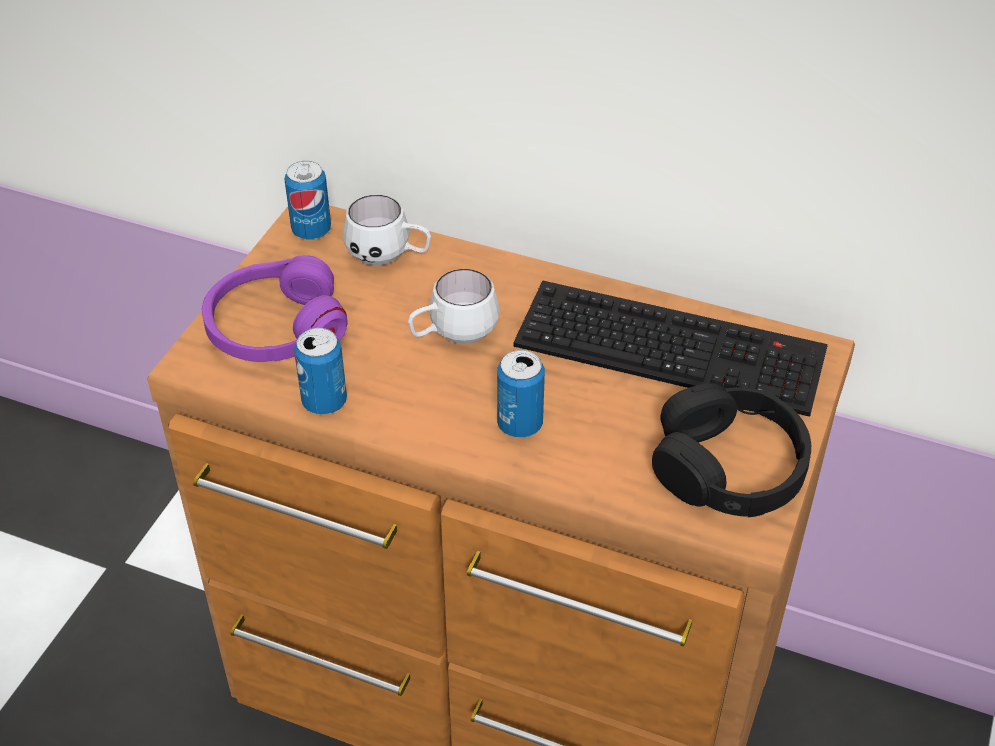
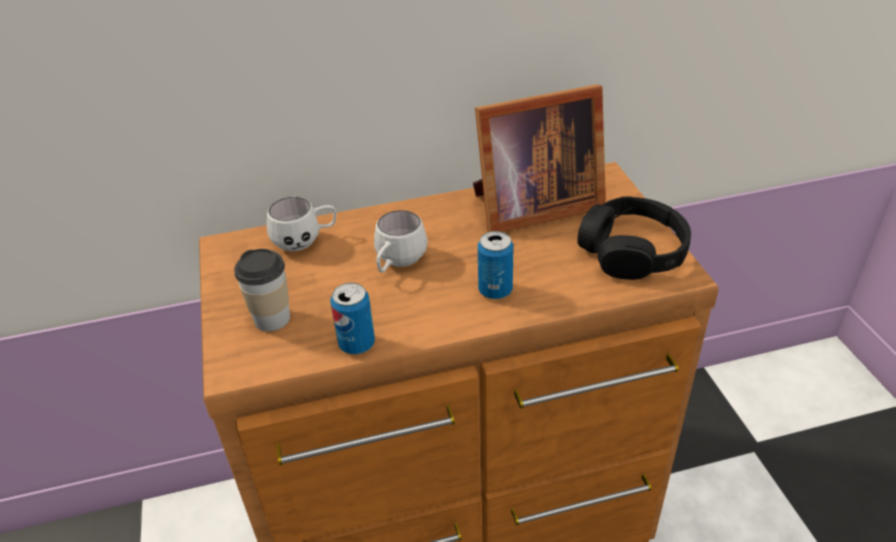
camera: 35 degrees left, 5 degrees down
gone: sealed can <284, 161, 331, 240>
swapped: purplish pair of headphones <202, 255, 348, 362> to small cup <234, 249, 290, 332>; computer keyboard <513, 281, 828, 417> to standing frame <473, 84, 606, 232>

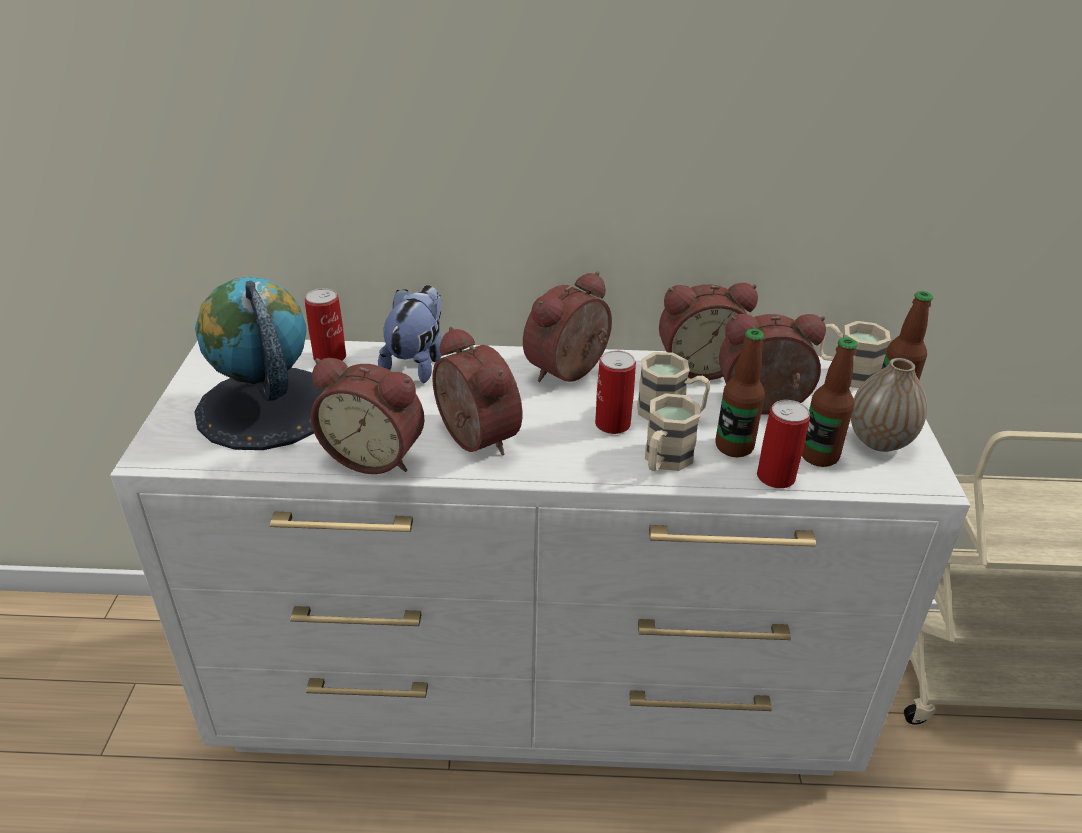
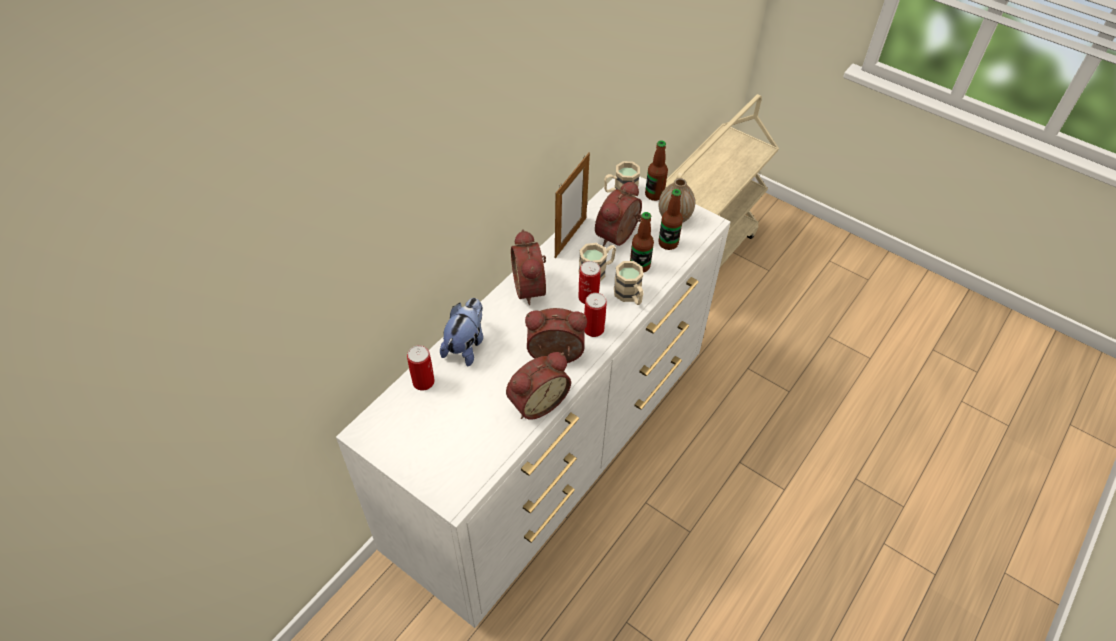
camera: 55 degrees left, 15 degrees up
gone: desk globe <194, 277, 328, 450>
shifted: sealed can <757, 400, 810, 488> to <584, 293, 607, 337>
swapped: alarm clock <659, 283, 758, 380> to standing frame <555, 153, 590, 258>
rotated: plush toy <378, 285, 442, 383> = <440, 298, 483, 366> 60 degrees clockwise

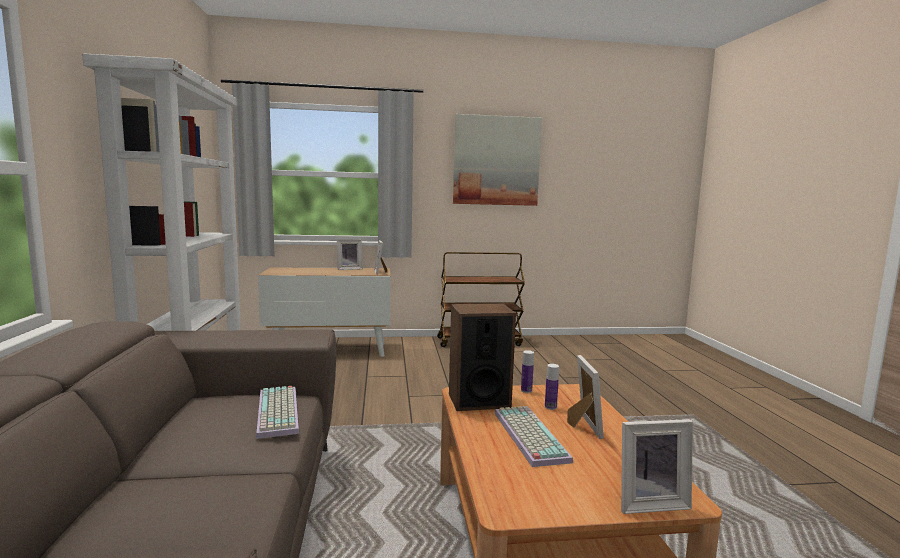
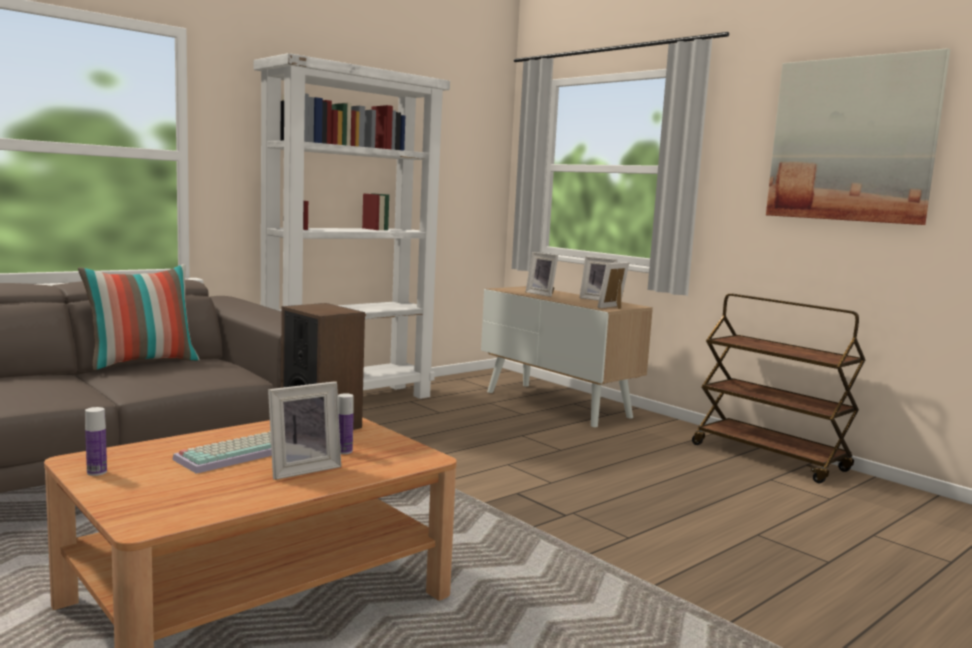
camera: 55 degrees right, 0 degrees up
gone: computer keyboard <256, 386, 299, 439>
new: cushion <78, 264, 200, 370>
shifted: drink bottle <521, 350, 534, 393> to <85, 407, 107, 476>; standing frame <621, 419, 693, 514> to <526, 252, 558, 297>

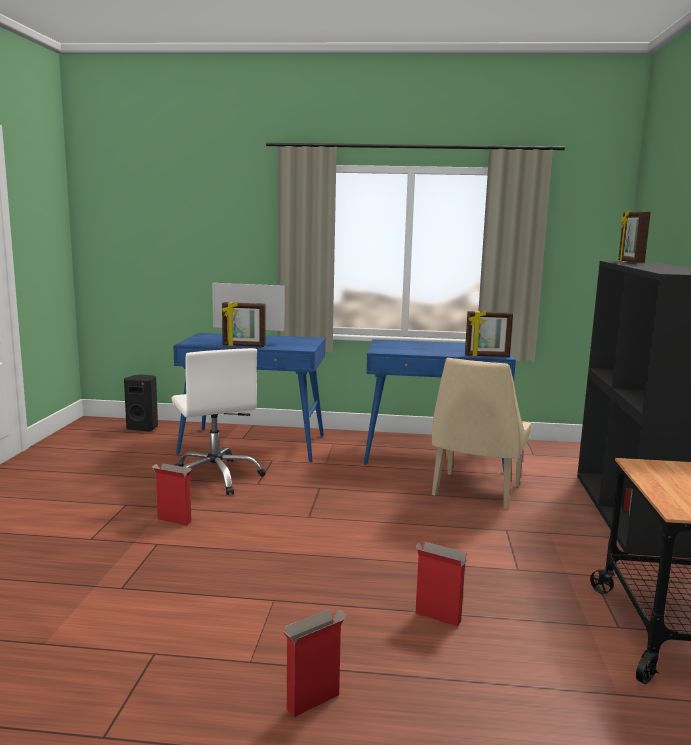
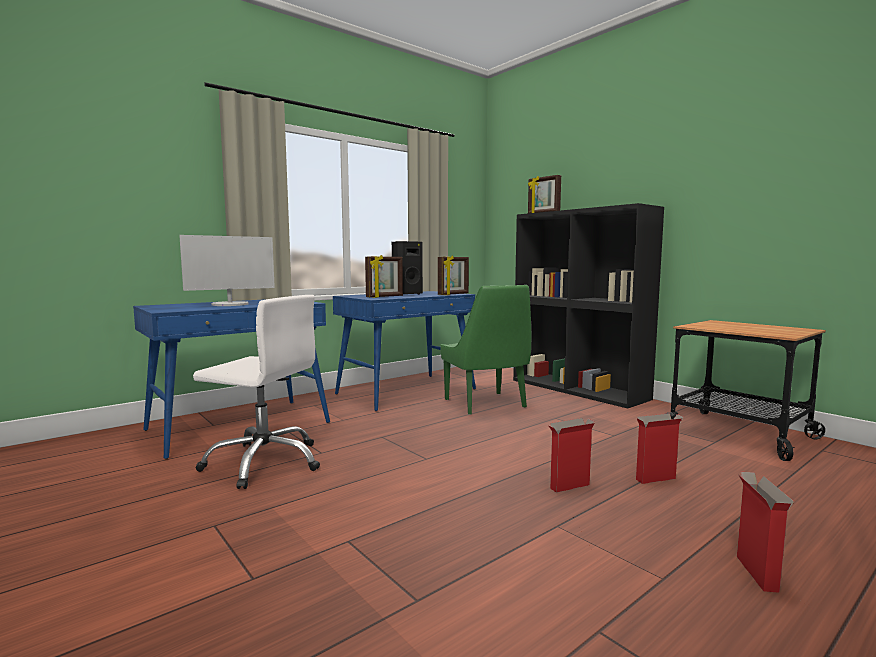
camera: 45 degrees left, 5 degrees down
shifted: standing frame <222, 302, 266, 347> to <365, 255, 403, 298>; blackish loudspeaker <124, 375, 158, 431> to <392, 241, 423, 295>; cardboard box <152, 463, 192, 526> to <548, 418, 595, 493>
repainted: beige upright chair <432, 358, 531, 509> to greenish upright chair <440, 285, 531, 415>

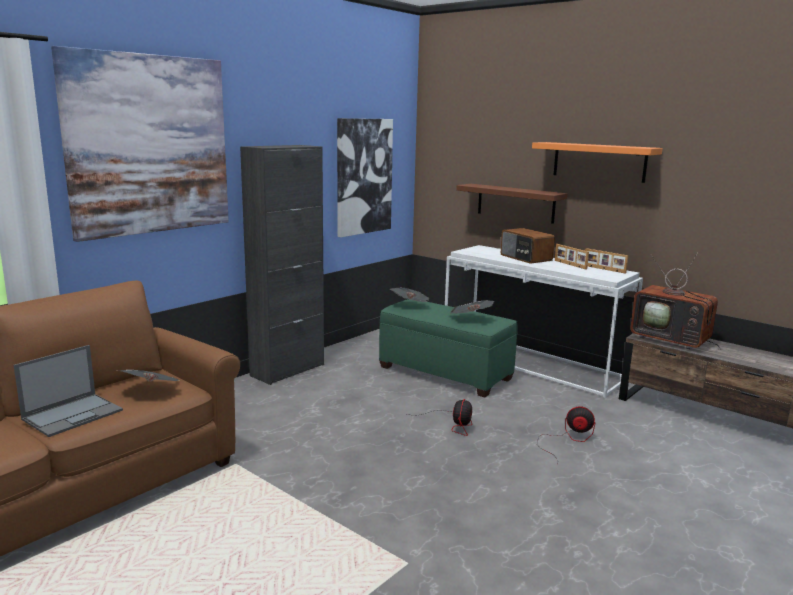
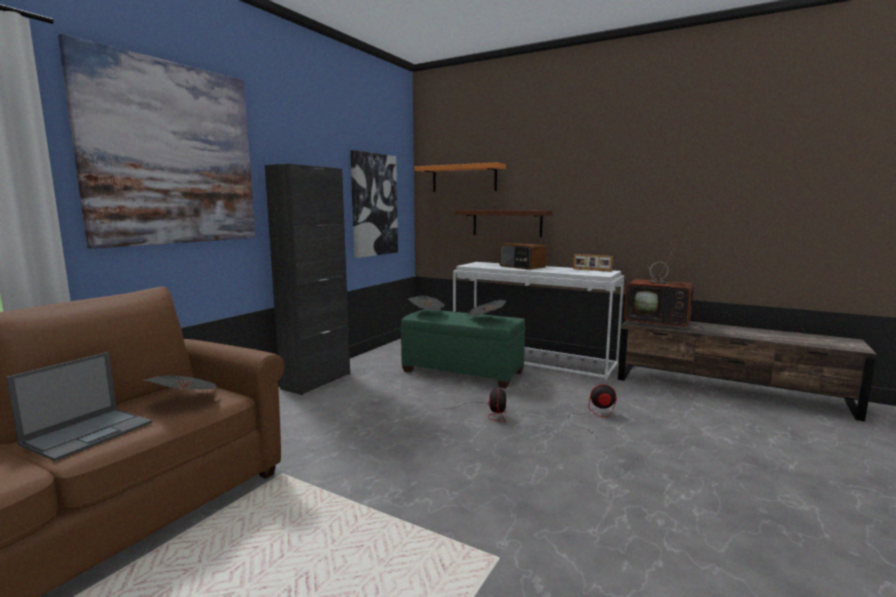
camera: 10 degrees left, 5 degrees down
gone: standing frame <555, 244, 589, 270>
shifted: orange bracket shelf <532, 142, 663, 183> to <415, 162, 506, 192>

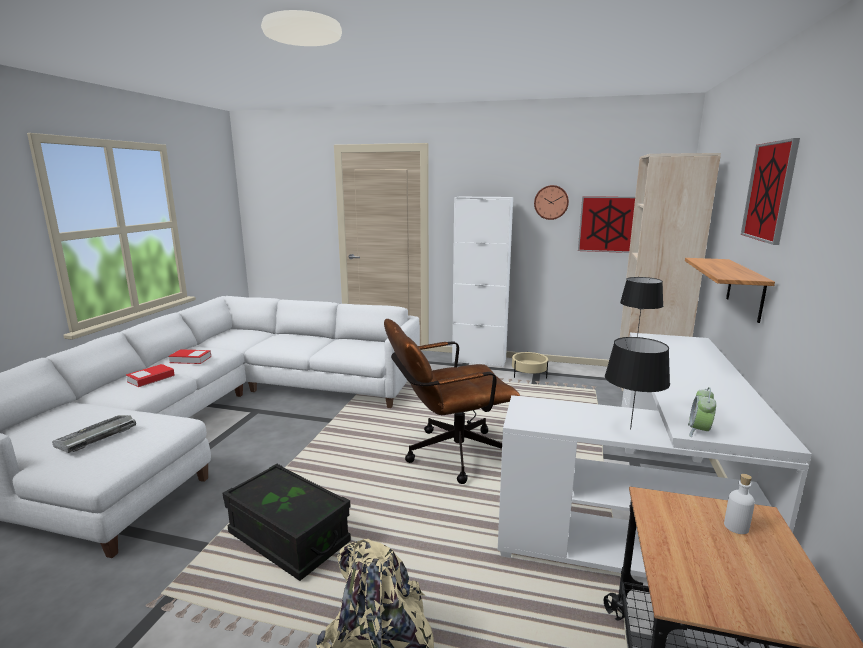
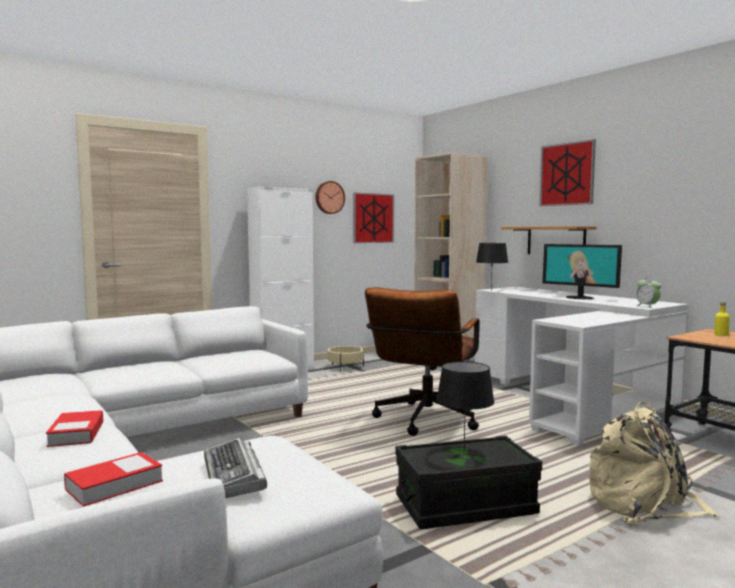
camera: 50 degrees left, 10 degrees down
new: monitor <542, 244, 622, 299>
shifted: book <168, 349, 211, 364> to <64, 452, 163, 507>; blackish lamp for a table <605, 337, 670, 430> to <436, 361, 494, 451>
repainted: whitish drink bottle <724, 474, 755, 534> to yellowish drink bottle <714, 302, 730, 336>

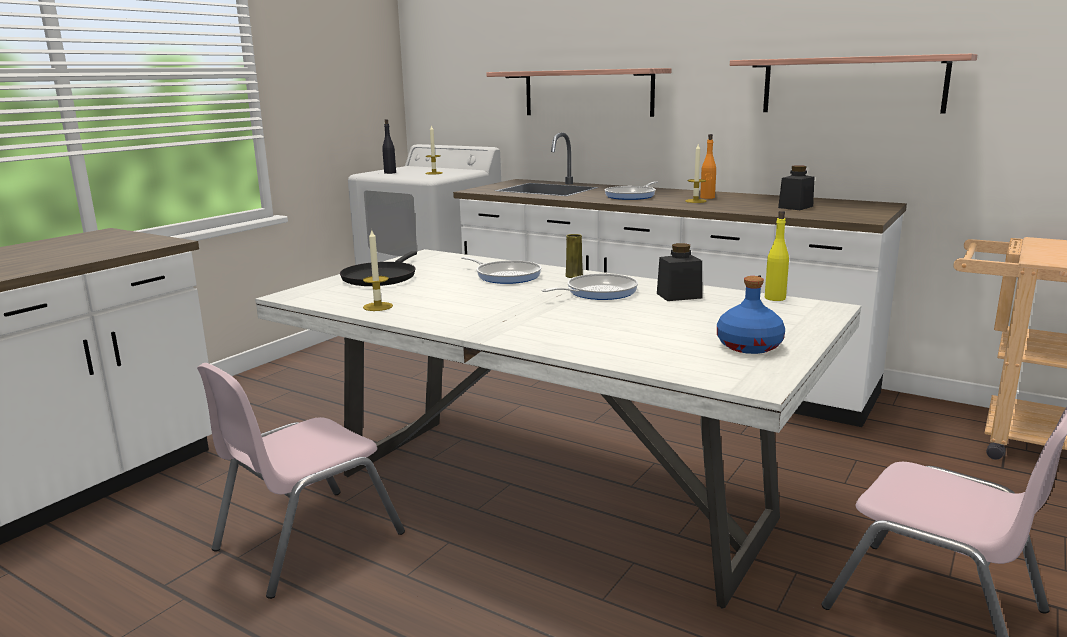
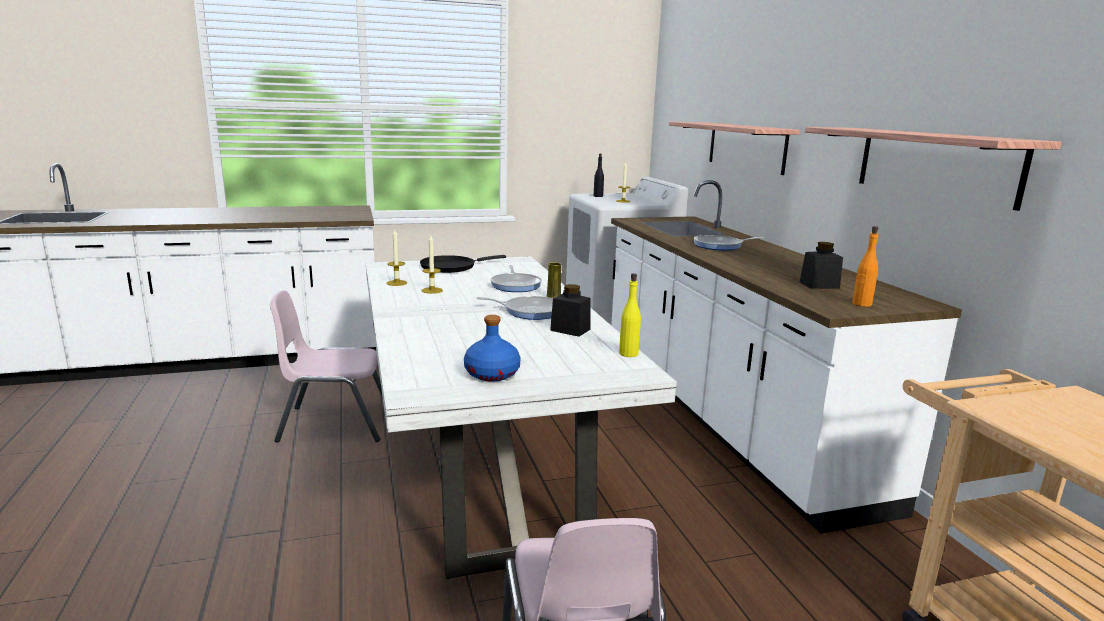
camera: 40 degrees right, 0 degrees up
shifted: wax candle <685, 144, 707, 203> to <422, 235, 443, 294>; orange drink bottle <700, 134, 716, 199> to <852, 226, 878, 307>

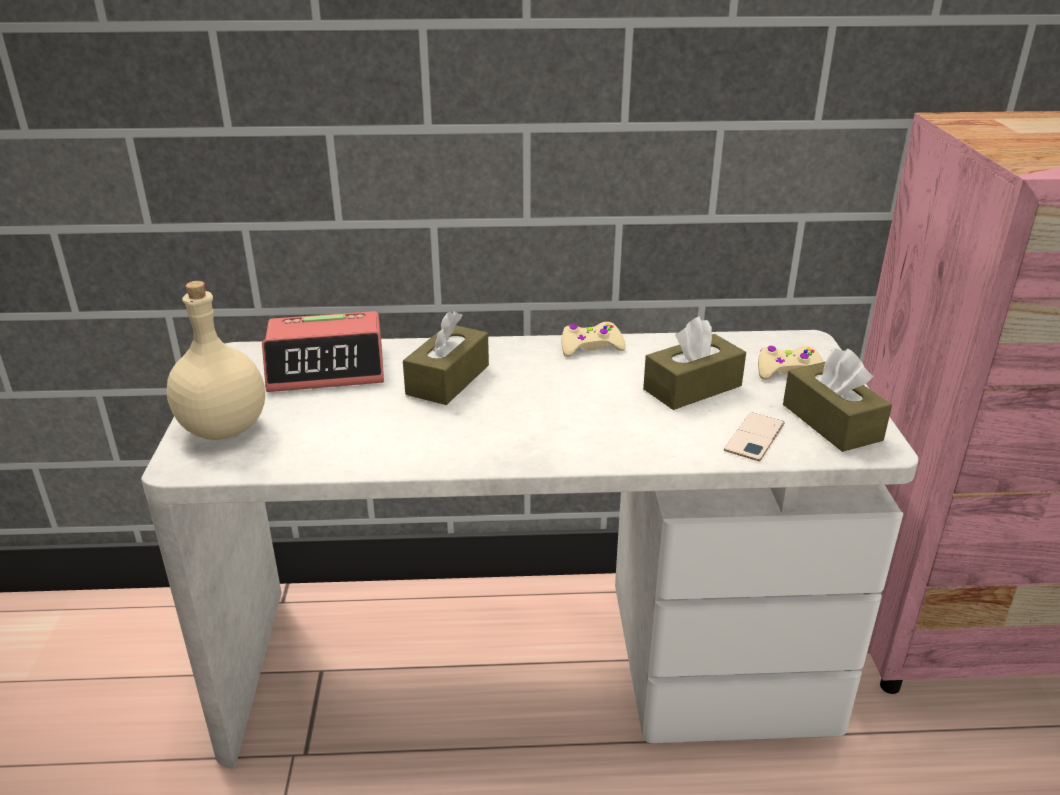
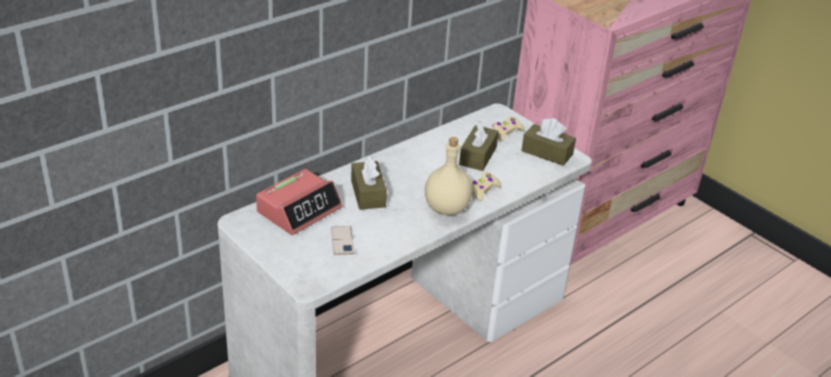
camera: 40 degrees left, 5 degrees up
shifted: telephone <724, 412, 785, 461> to <331, 226, 354, 255>; beige drink bottle <167, 281, 265, 440> to <425, 137, 472, 215>; beige joypad <561, 322, 626, 357> to <471, 172, 502, 201>

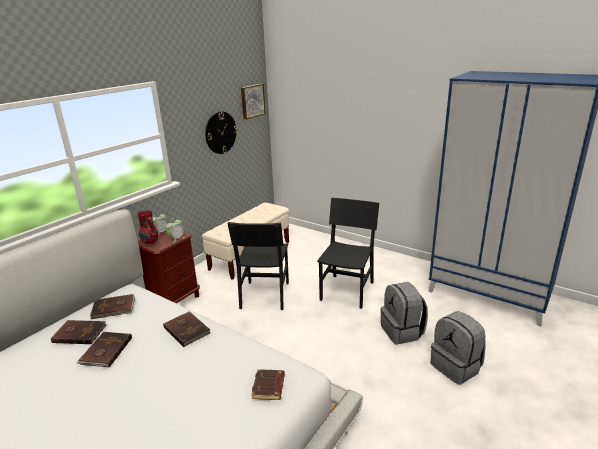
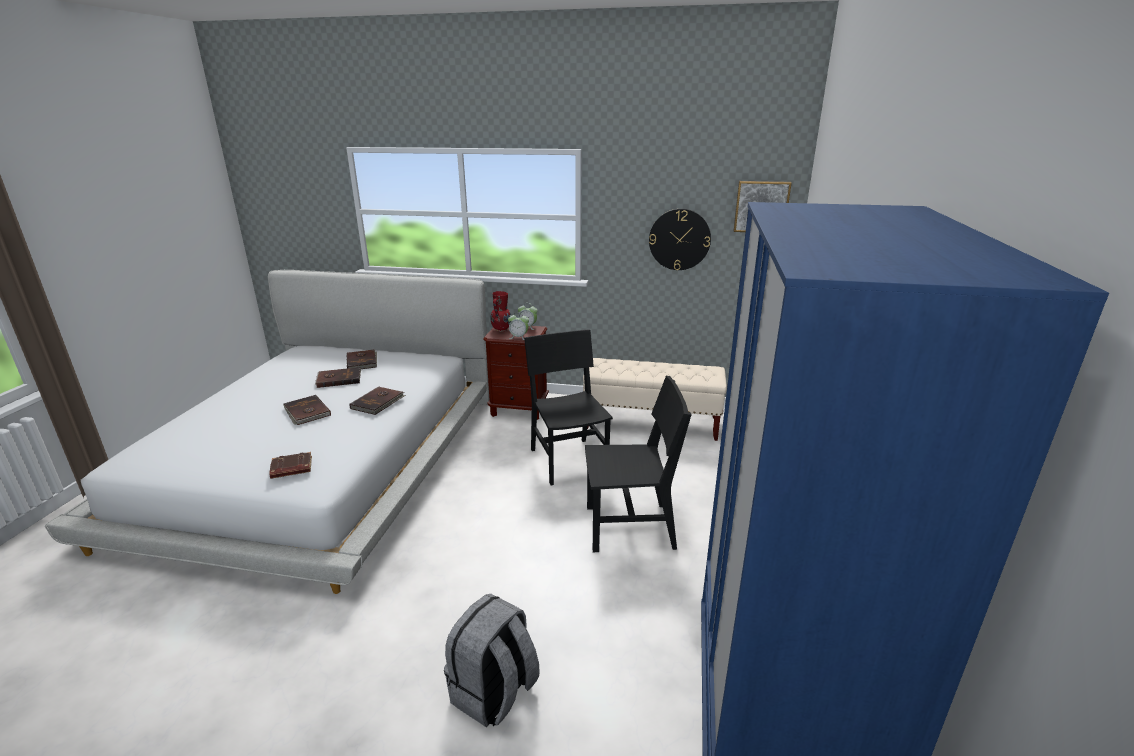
camera: 65 degrees right, 0 degrees up
gone: gray rucksack <380, 282, 428, 345>
shifted: brown book <90, 294, 135, 319> to <283, 395, 331, 425>
rotated: blackish upright chair <227, 222, 289, 310> = <524, 329, 613, 485> 90 degrees clockwise

